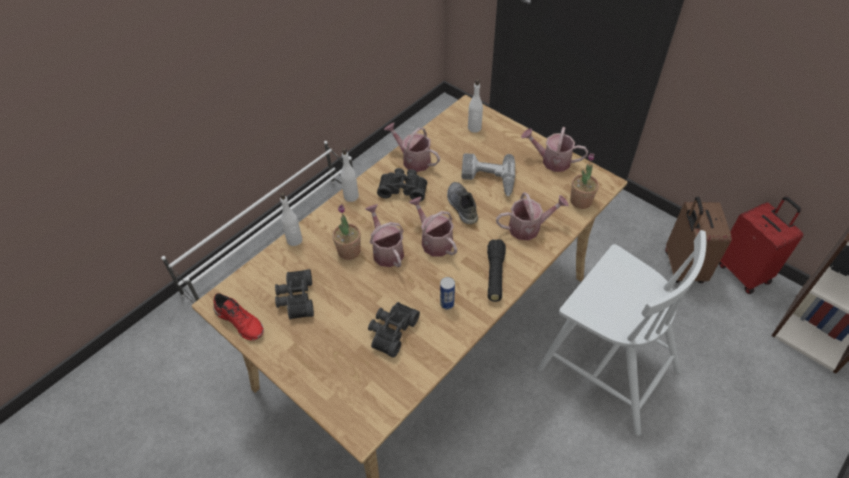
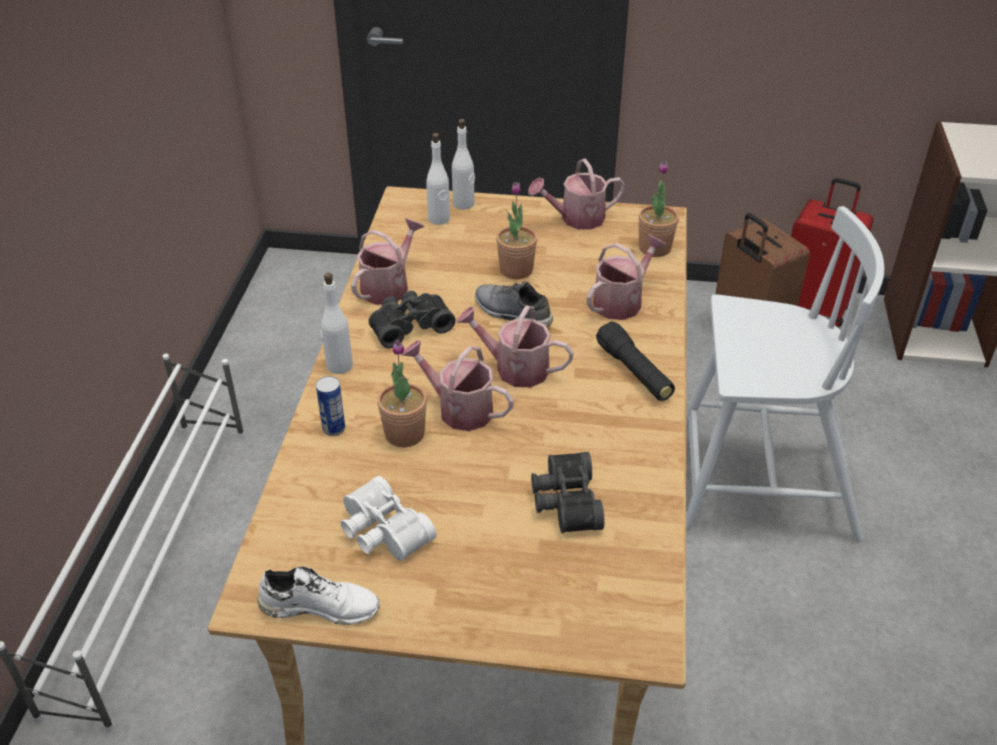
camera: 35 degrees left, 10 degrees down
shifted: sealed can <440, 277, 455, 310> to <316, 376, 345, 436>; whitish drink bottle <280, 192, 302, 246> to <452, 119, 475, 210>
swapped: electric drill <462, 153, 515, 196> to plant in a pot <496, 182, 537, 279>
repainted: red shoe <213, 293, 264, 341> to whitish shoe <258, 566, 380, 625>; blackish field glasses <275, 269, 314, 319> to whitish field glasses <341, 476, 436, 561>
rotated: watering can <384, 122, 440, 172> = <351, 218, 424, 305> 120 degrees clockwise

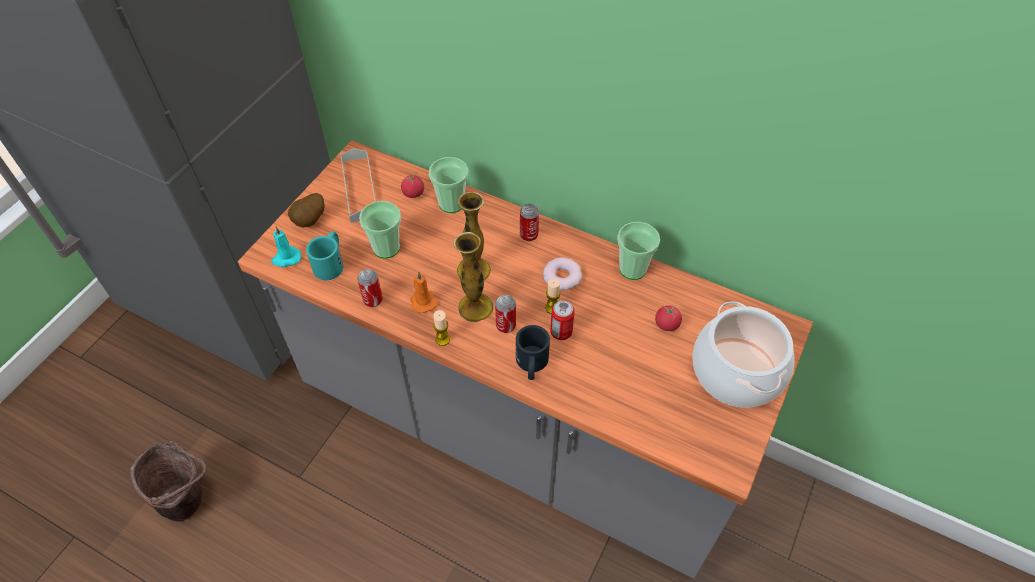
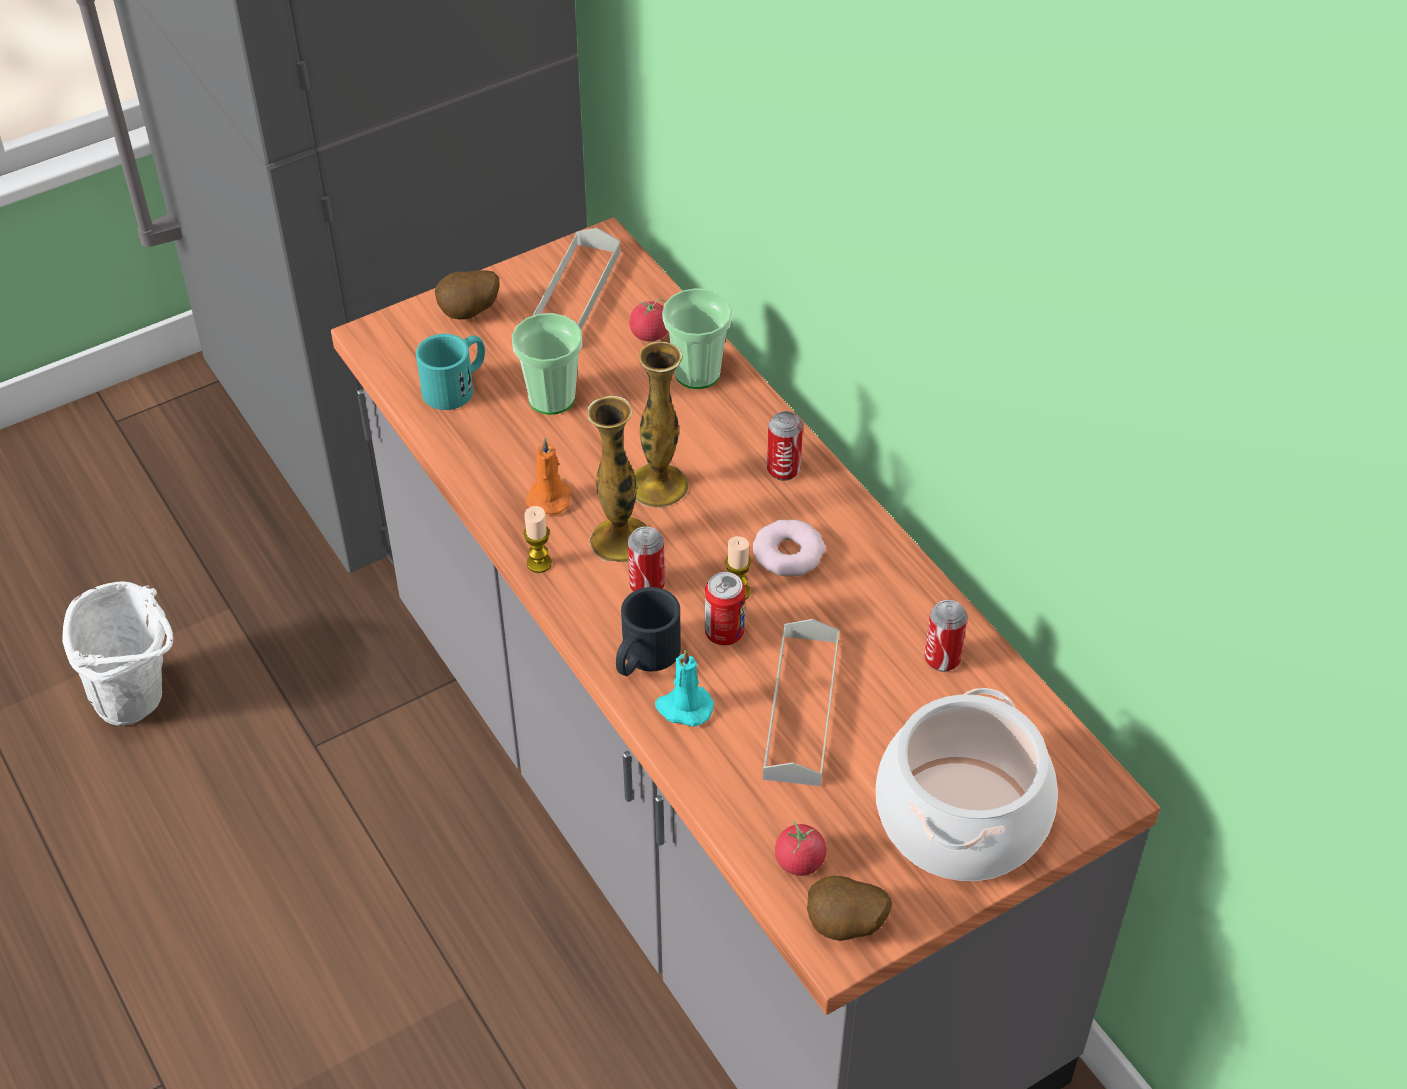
camera: 30 degrees right, 5 degrees down
gone: small cup <617, 222, 660, 280>
new: gray serving tray <763, 619, 839, 786>; whole potato <807, 876, 892, 941>
shifted: blue-green wax candle <271, 227, 301, 267> to <655, 648, 714, 727>; fresh tomato <655, 305, 682, 331> to <775, 820, 826, 876>; sealed can <357, 269, 383, 307> to <925, 600, 968, 672>
repainted: brown pail <130, 441, 206, 522> to whitish pail <62, 581, 173, 726>

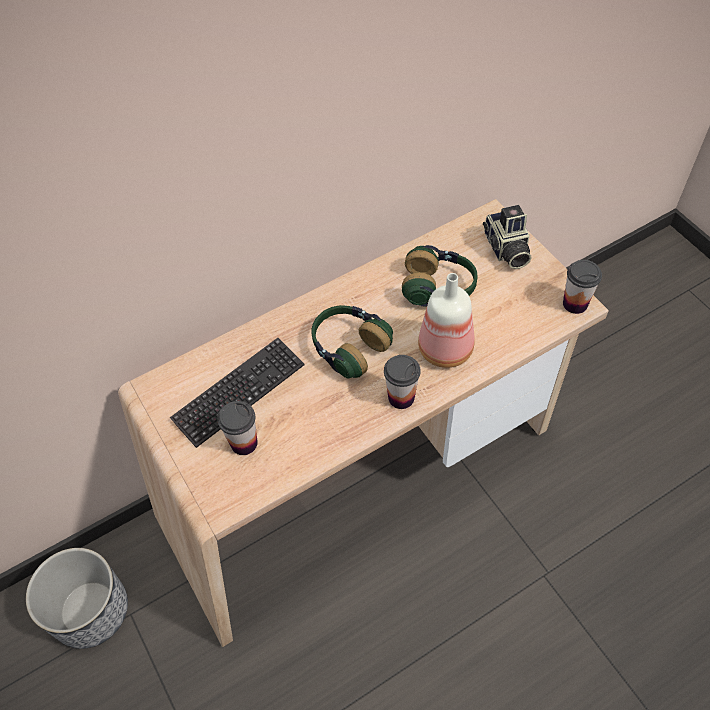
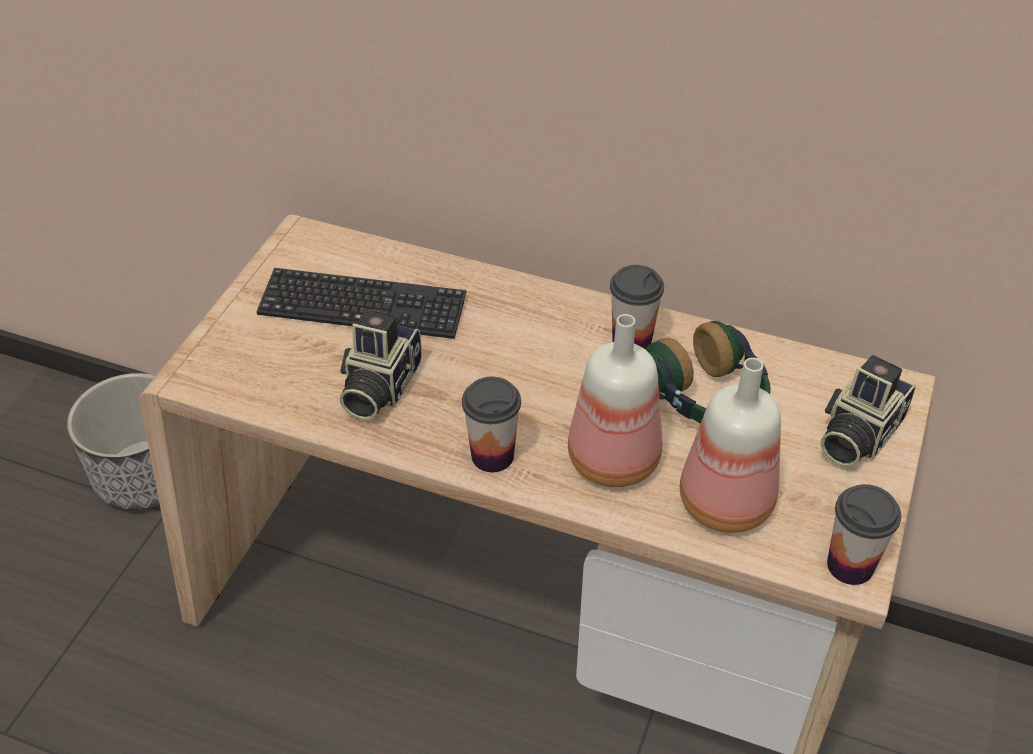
camera: 50 degrees right, 10 degrees down
gone: pair of headphones <311, 305, 393, 379>
new: photo camera <339, 309, 422, 420>; drink bottle <680, 358, 781, 533>
shifted: small cup <217, 401, 258, 455> to <610, 265, 664, 350>

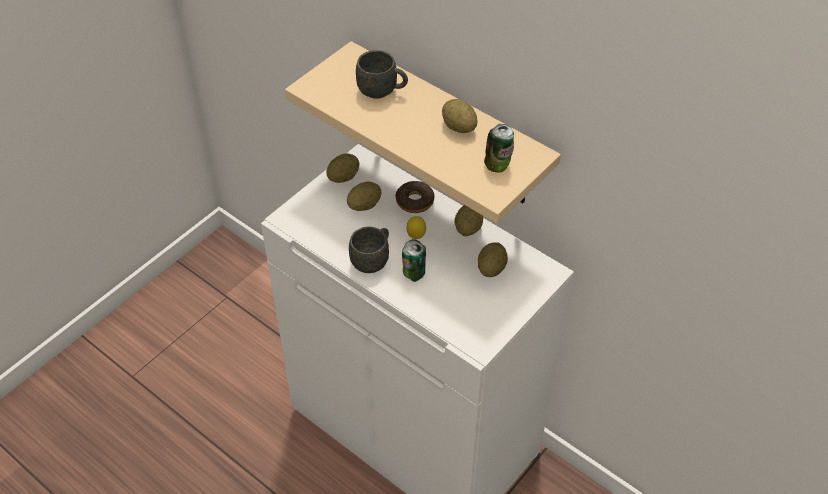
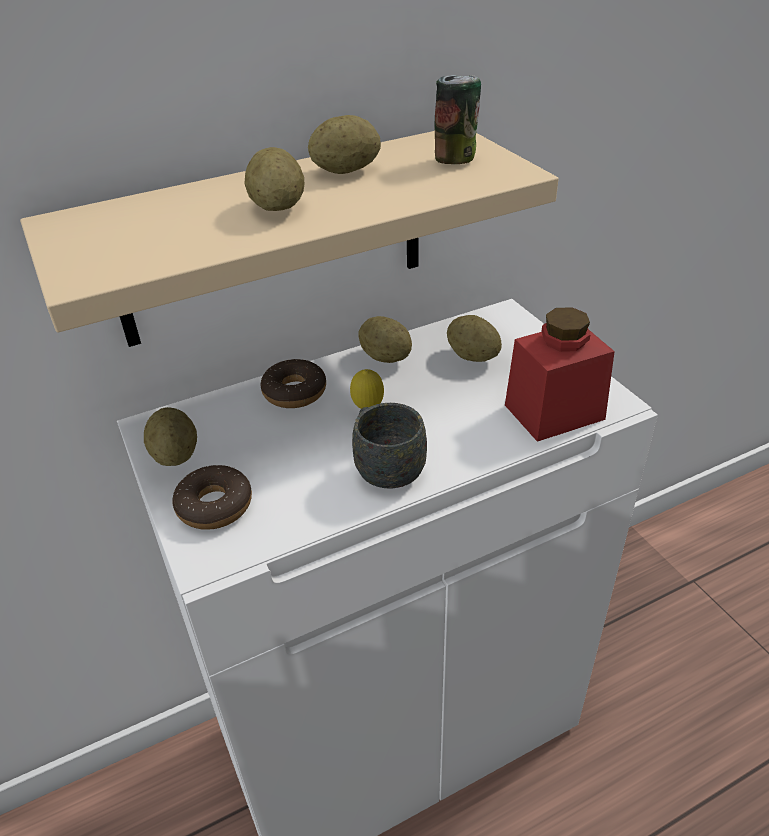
camera: 65 degrees left, 10 degrees down
gone: gray coffee mug <356, 50, 408, 99>; sealed can <402, 239, 426, 282>
new: ring doughnut <173, 465, 252, 530>; red jar <505, 307, 615, 442>
shifted: whole potato <347, 182, 382, 211> to <244, 147, 304, 211>

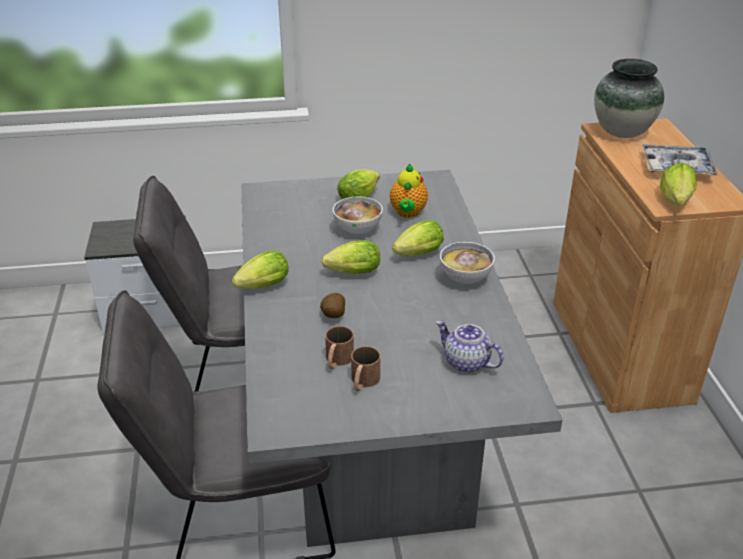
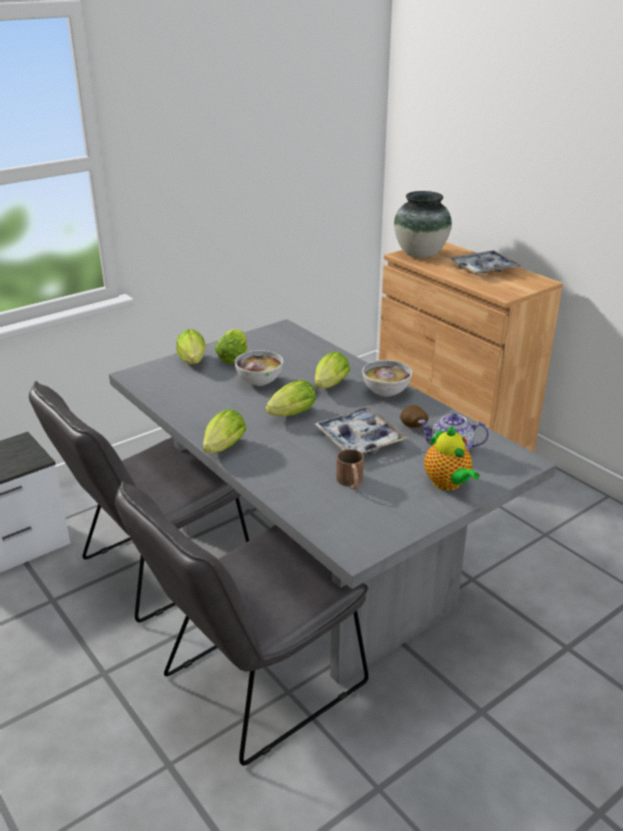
camera: 30 degrees left, 5 degrees down
gone: brown coffee mug <351, 346, 380, 391>
new: serving tray <315, 407, 407, 455>
shifted: lettuce <660, 162, 697, 205> to <176, 329, 206, 364>; whole potato <320, 293, 345, 318> to <400, 405, 429, 428>; teapot <390, 164, 428, 218> to <424, 426, 479, 491>

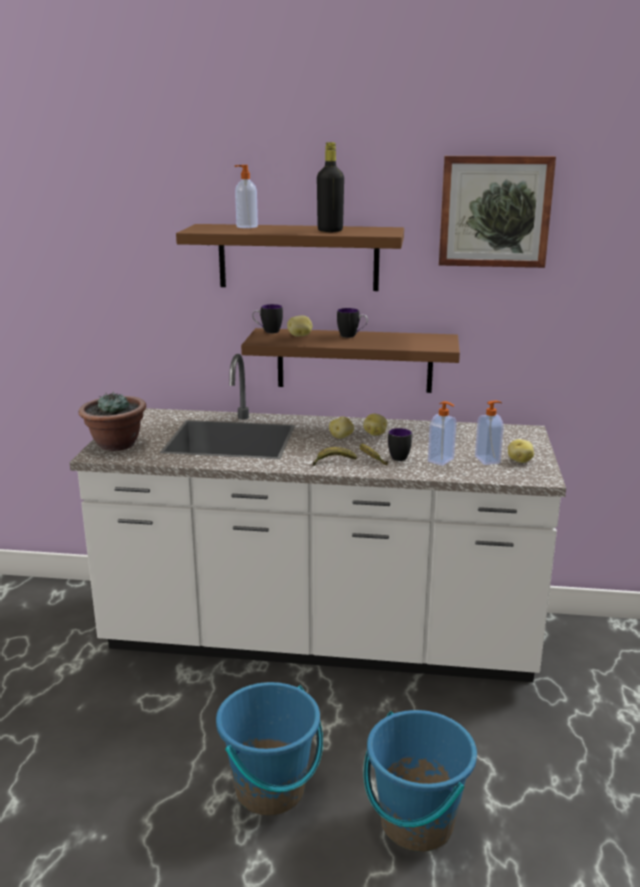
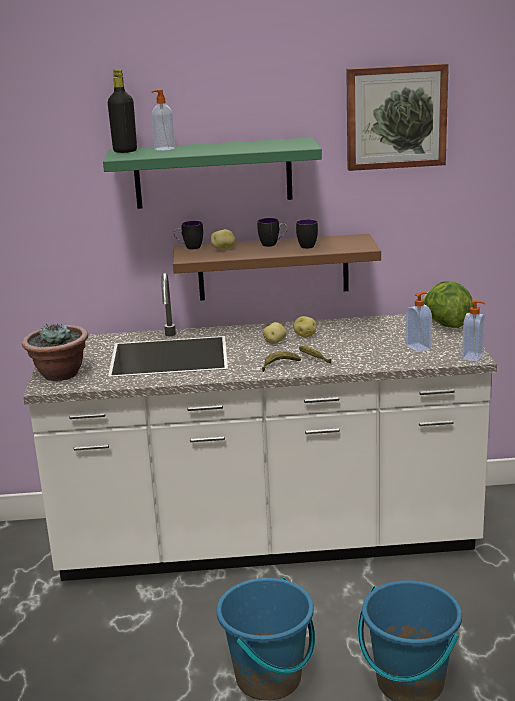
camera: 10 degrees left, 0 degrees up
gone: whole potato <508, 439, 534, 463>
new: lettuce <423, 281, 473, 328>
shifted: blackish drink bottle <317, 142, 344, 232> to <108, 69, 137, 153>; coffee mug <388, 428, 413, 461> to <296, 220, 318, 249>; soap bottle <428, 401, 456, 466> to <462, 300, 486, 362>
repainted: brown bracket shelf <176, 224, 404, 291> to greenish bracket shelf <103, 138, 322, 209>

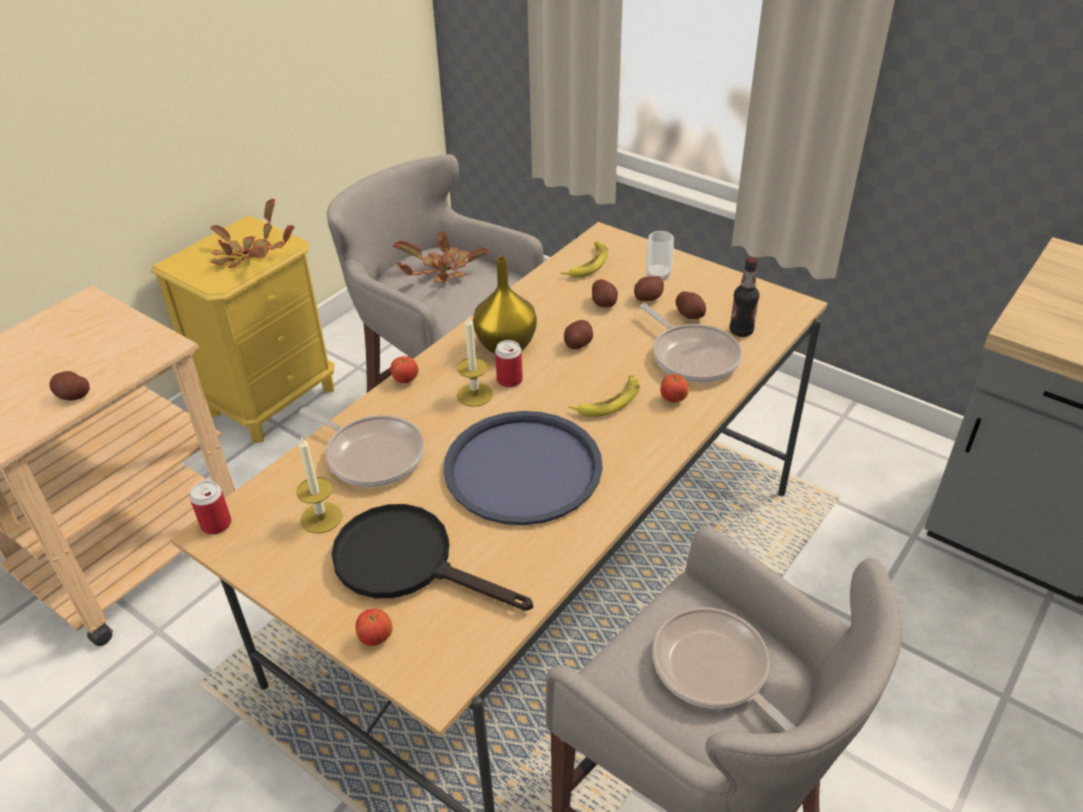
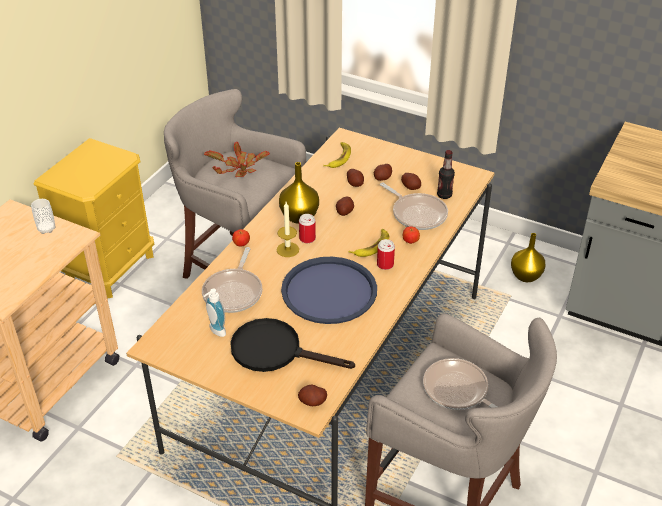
camera: 10 degrees left, 0 degrees up
gone: plant in a pot <211, 199, 294, 268>; whole apple <355, 609, 393, 646>
new: yellowish vase <511, 233, 546, 282>
shifted: small cup <646, 231, 674, 280> to <31, 199, 55, 234>; whole potato <49, 371, 90, 400> to <298, 385, 327, 406>; sealed can <190, 480, 232, 535> to <377, 239, 395, 270>
swapped: wax candle <296, 436, 342, 534> to soap bottle <203, 288, 226, 337>
rotated: skillet <299, 407, 424, 487> = <202, 247, 263, 313> 75 degrees clockwise

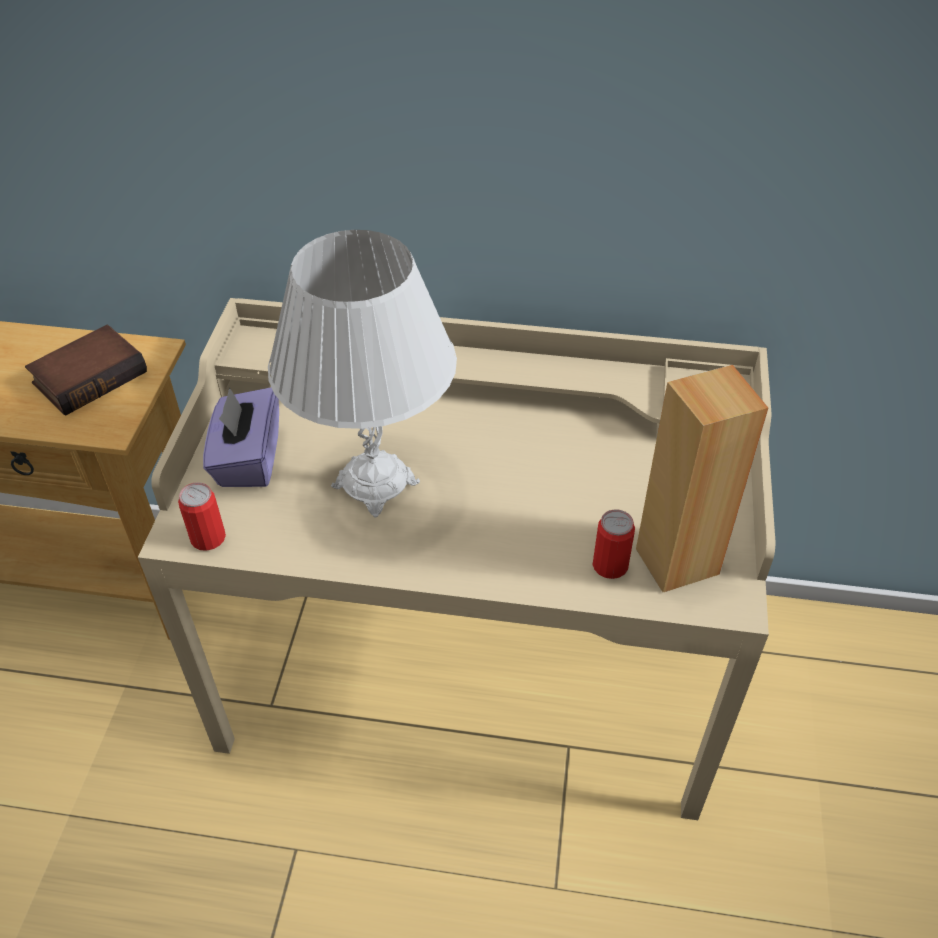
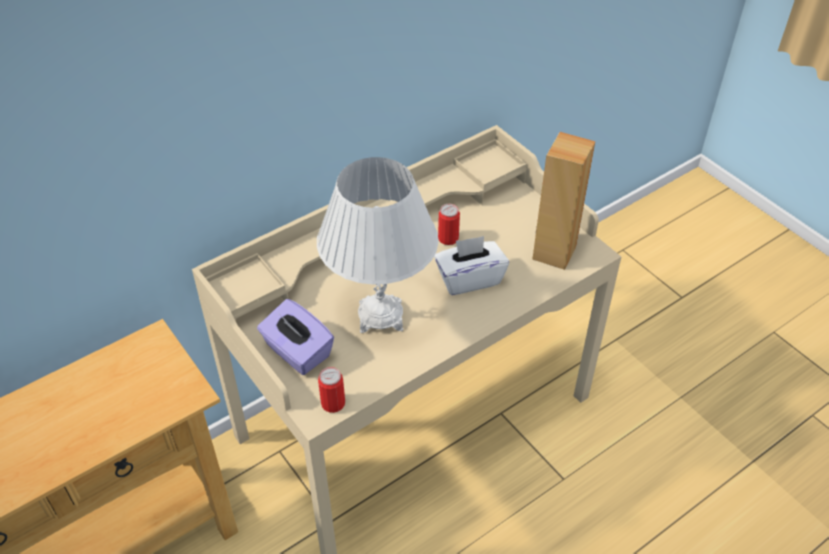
camera: 45 degrees left, 0 degrees up
gone: book <25, 325, 147, 415>
new: whitish box of tissues <434, 236, 509, 295>
shifted: sealed can <592, 509, 635, 579> to <438, 204, 460, 245>

